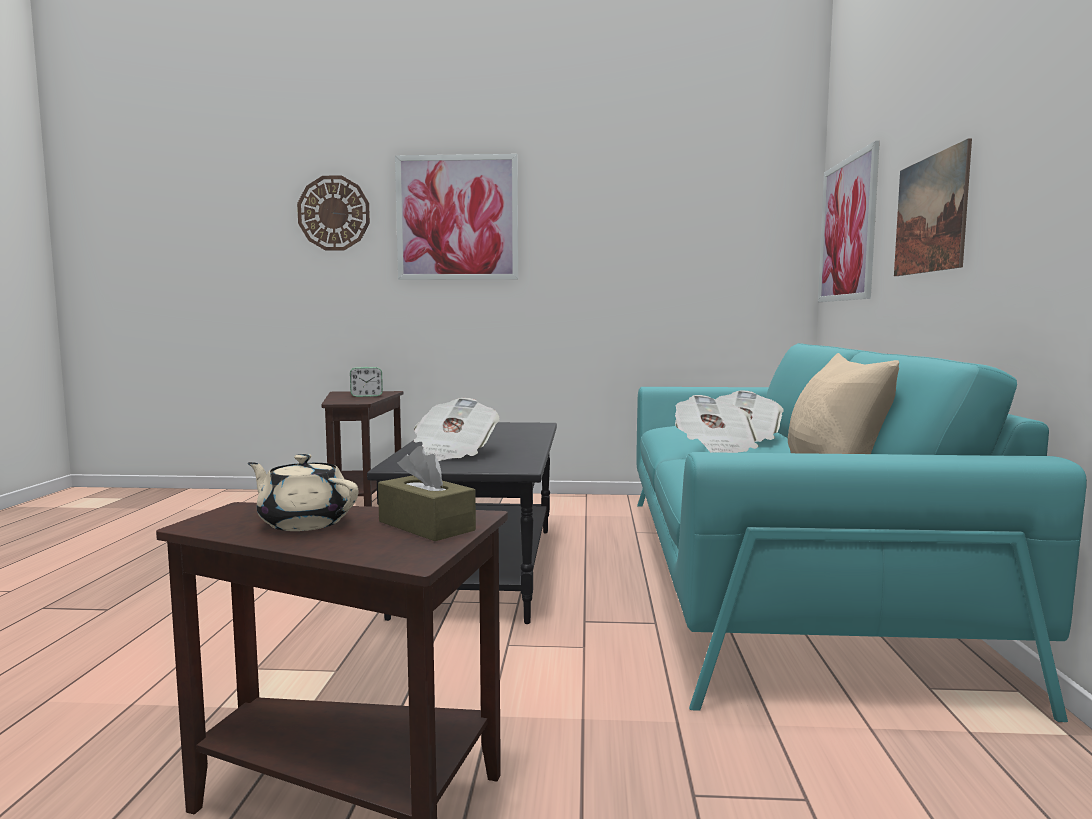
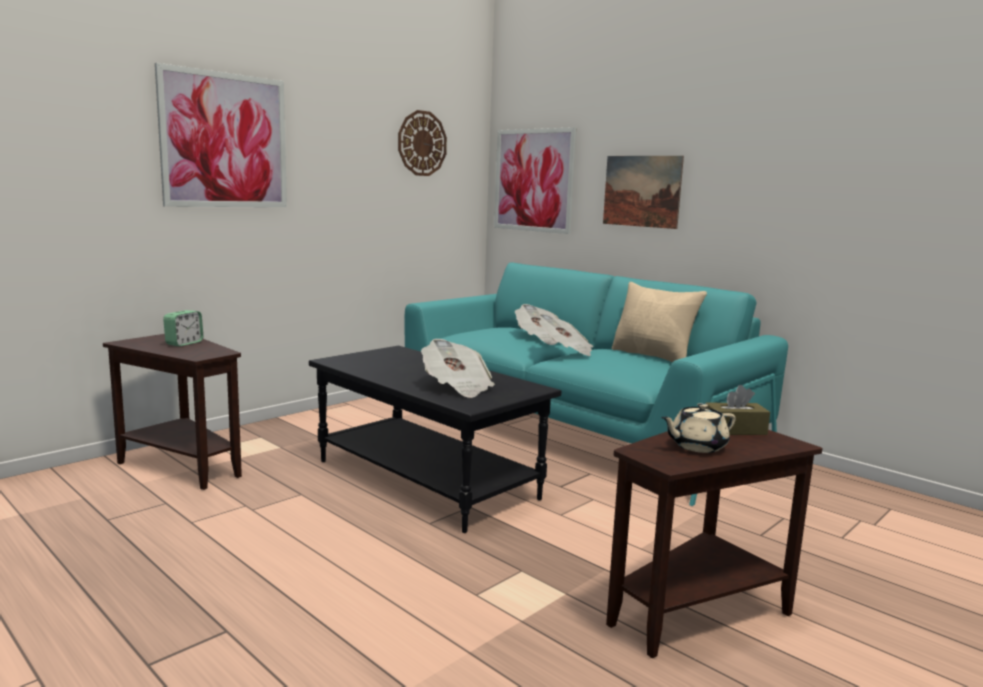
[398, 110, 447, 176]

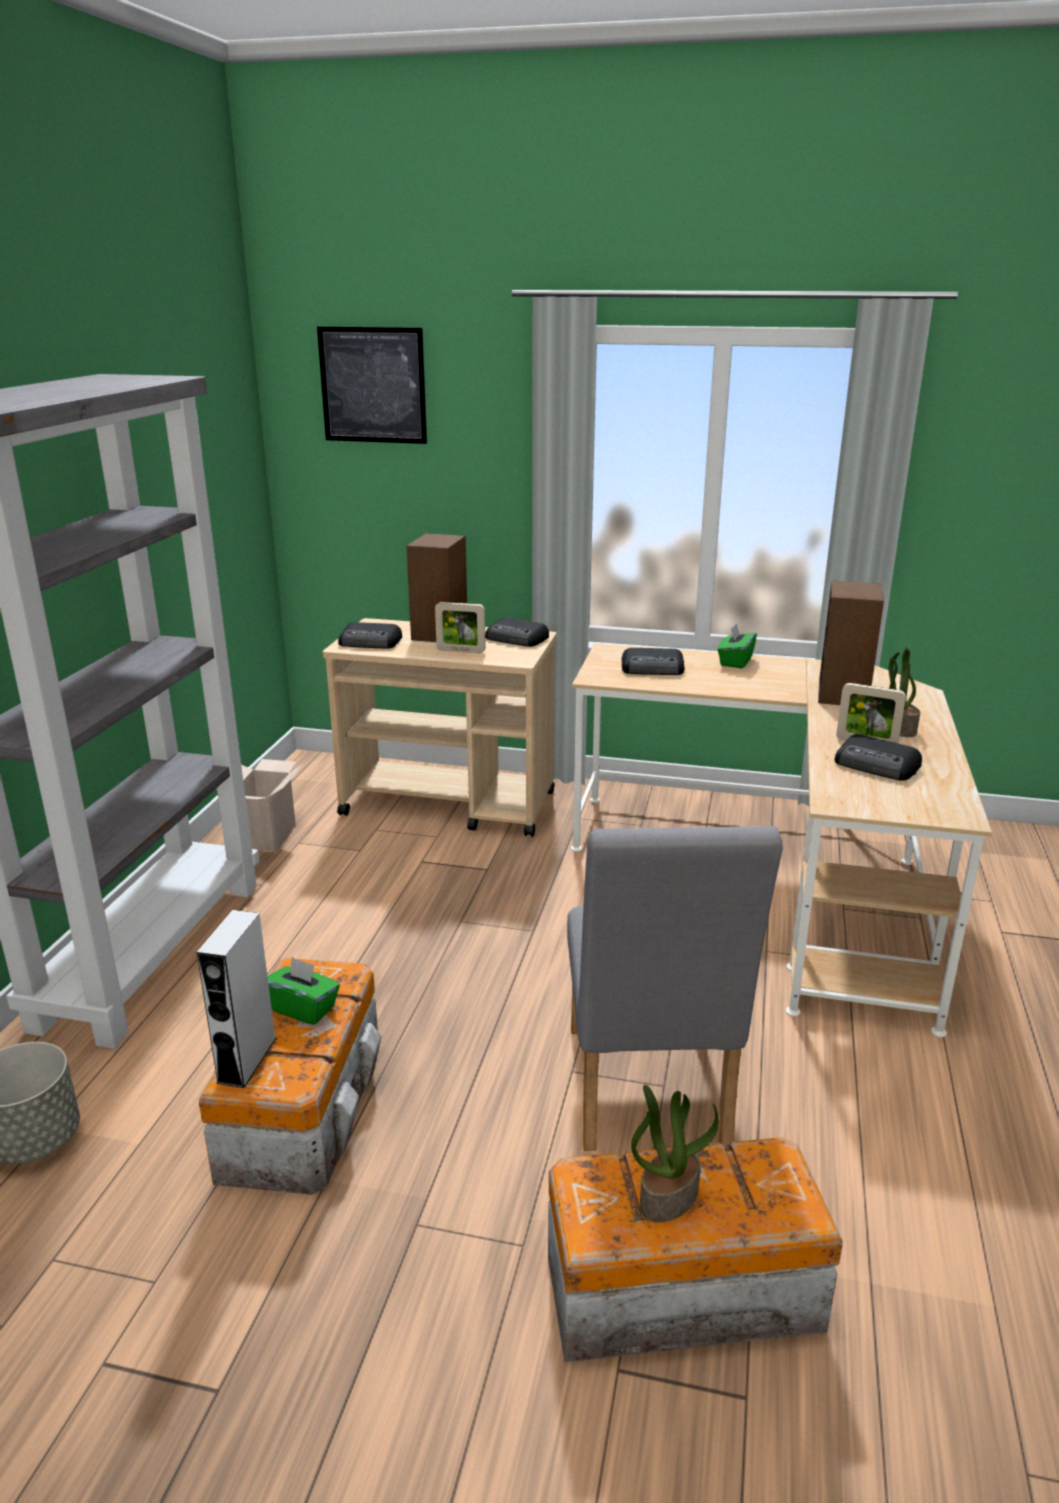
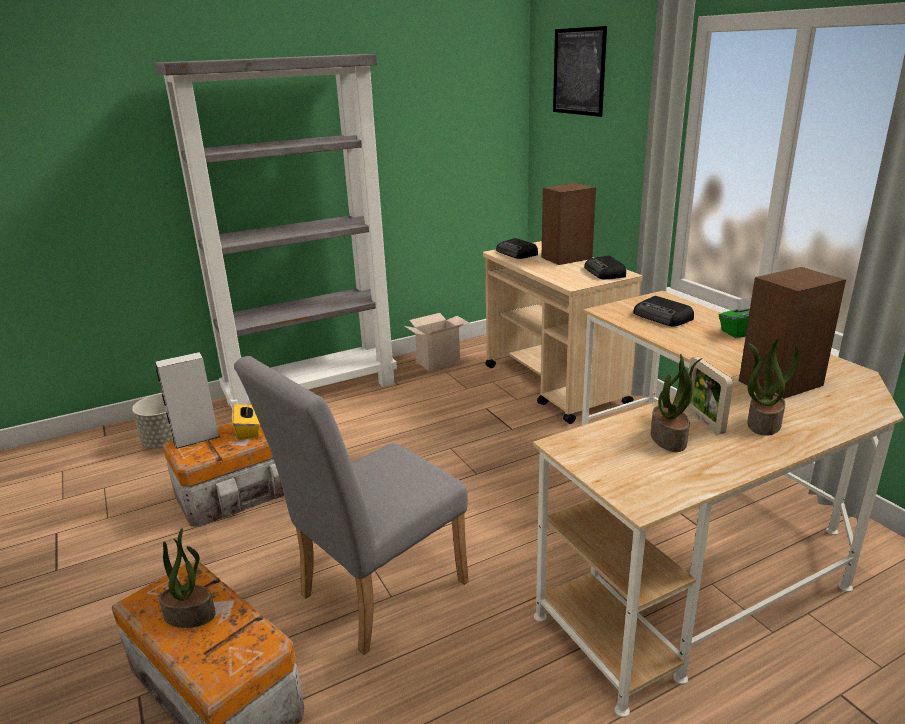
[232, 402, 260, 440]
[435, 602, 485, 653] (first image)
[651, 354, 703, 452]

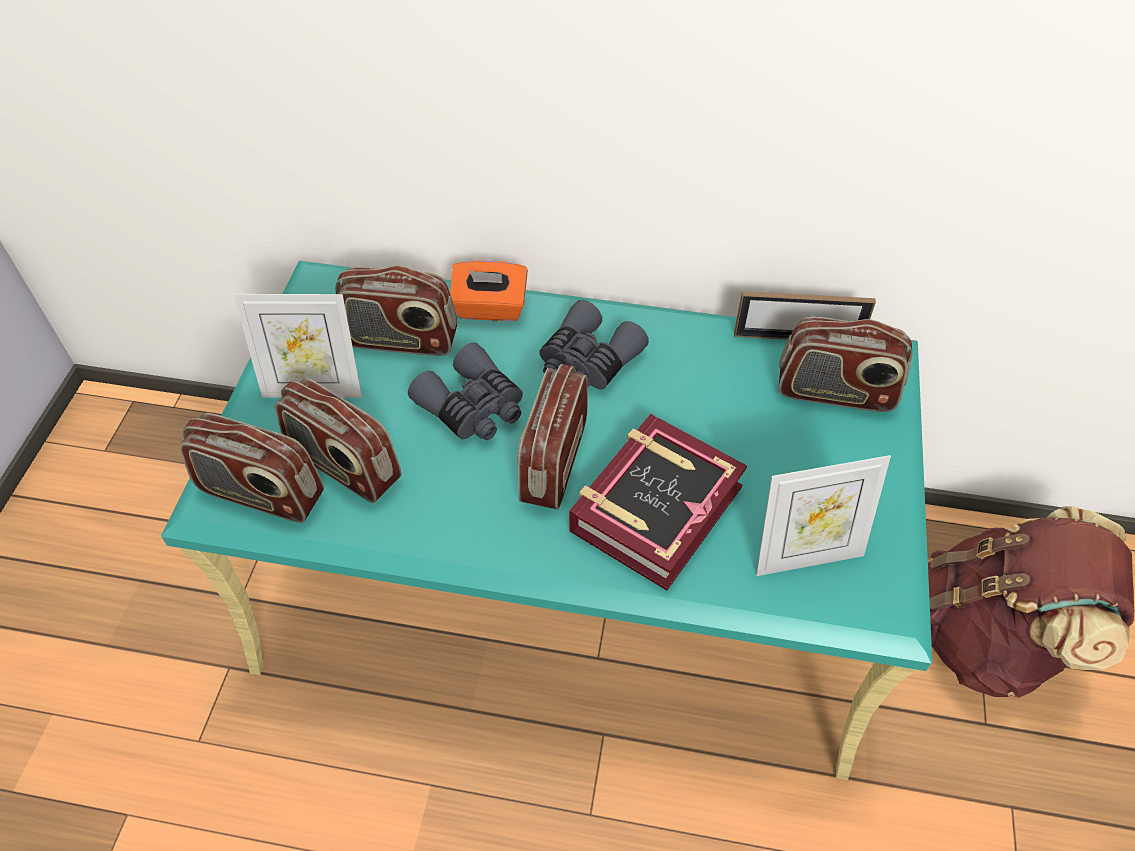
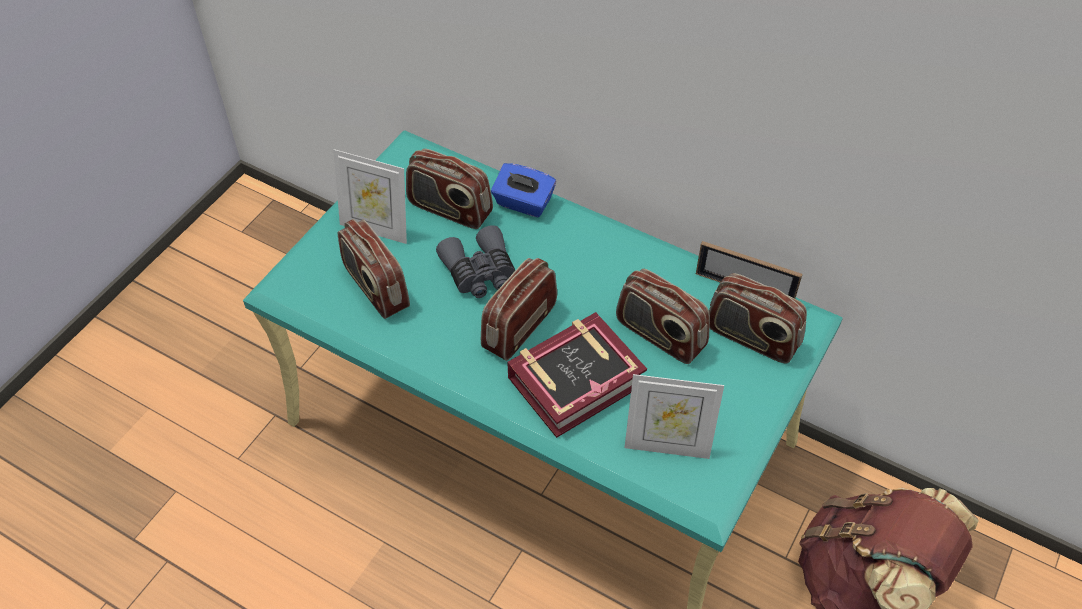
[616, 269, 710, 364]
[491, 163, 556, 217]
[539, 300, 649, 390] (first image)

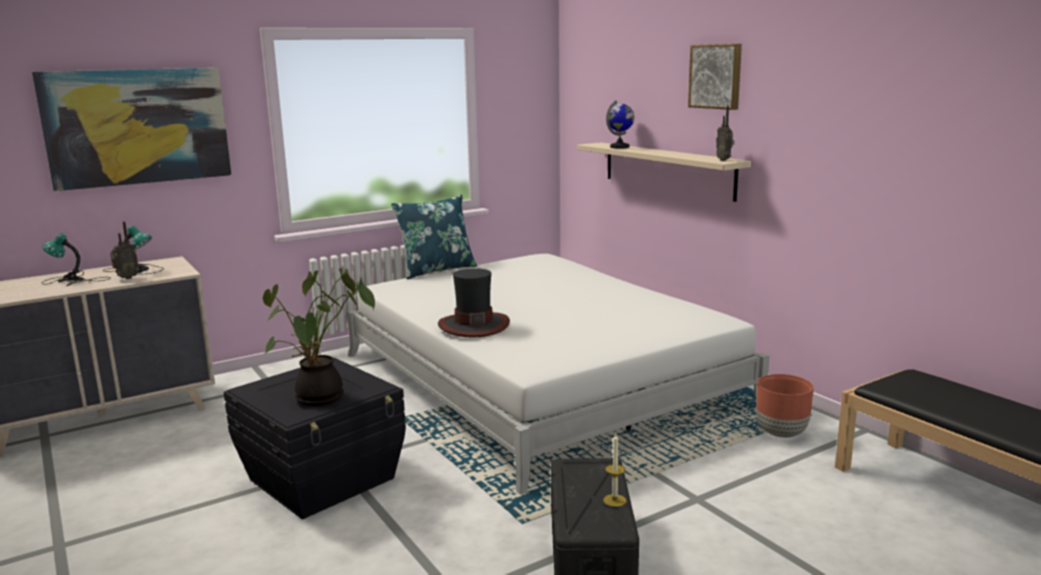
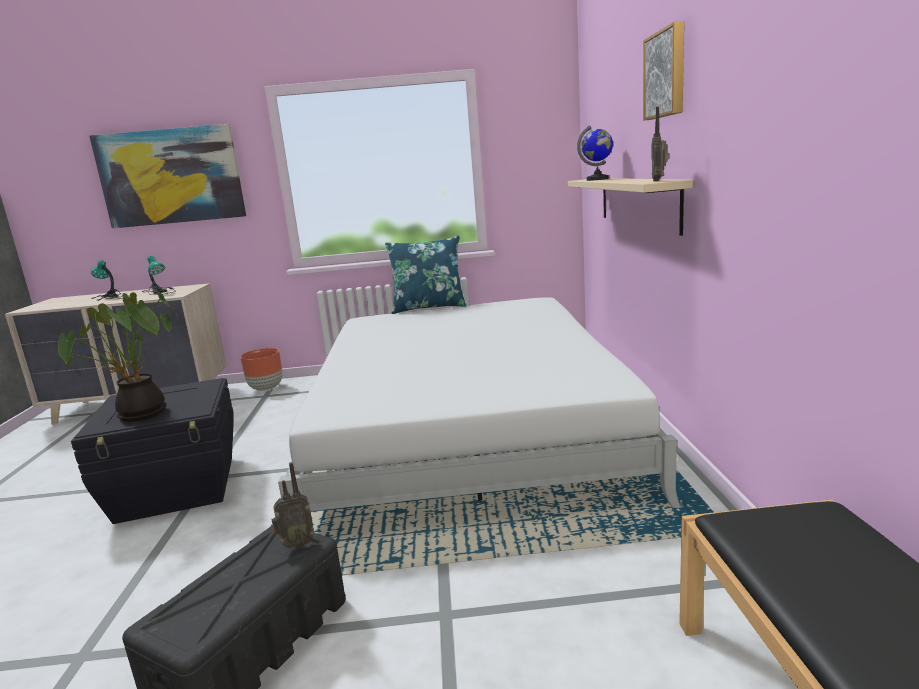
[271, 462, 314, 549]
[438, 268, 510, 337] (first image)
[603, 434, 626, 507] (first image)
[241, 348, 282, 391]

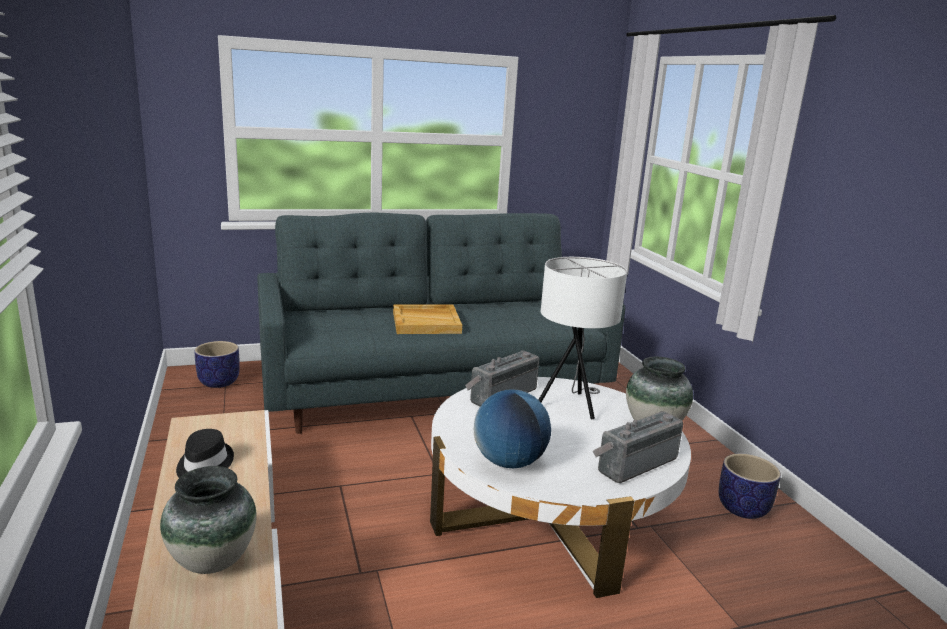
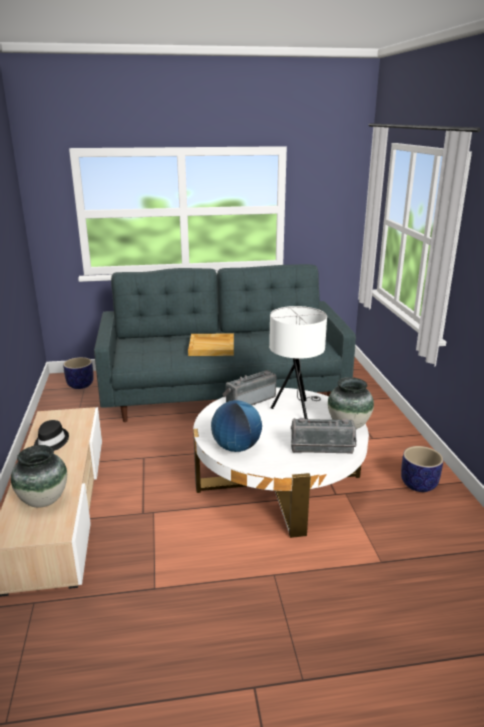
[291, 418, 357, 454]

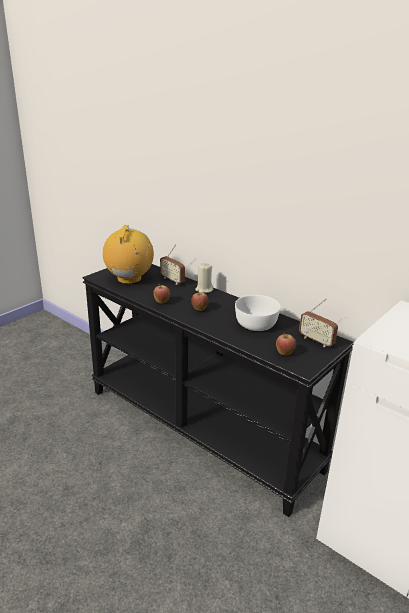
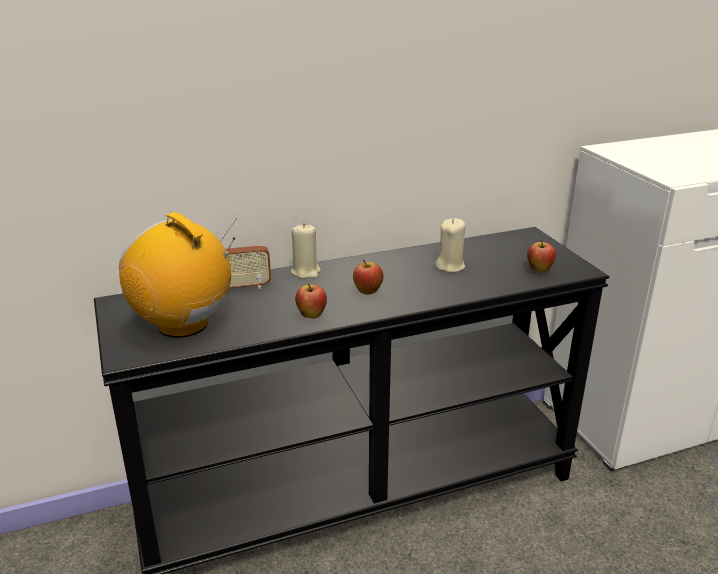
[434, 218, 466, 273]
[299, 299, 338, 347] (first image)

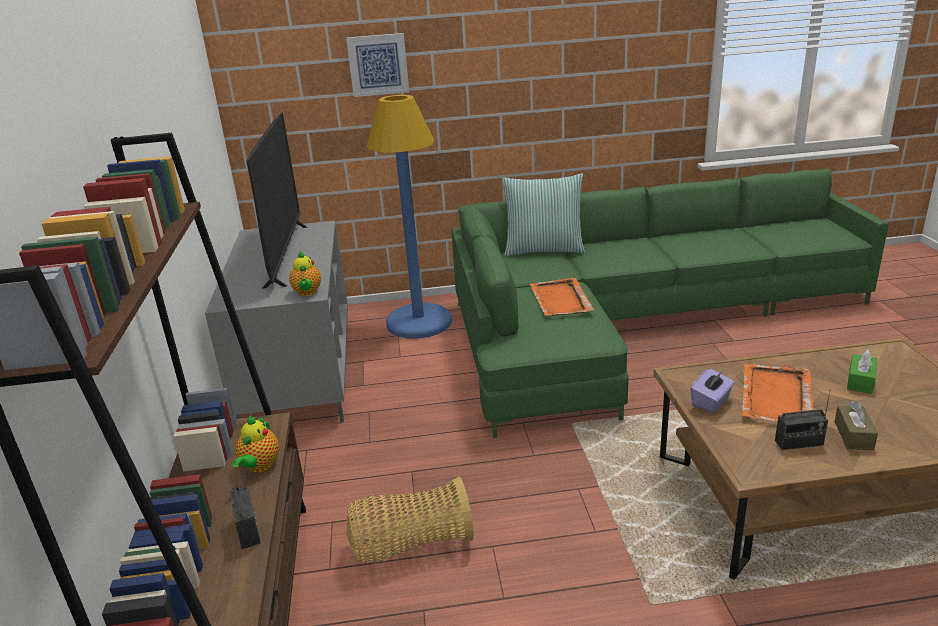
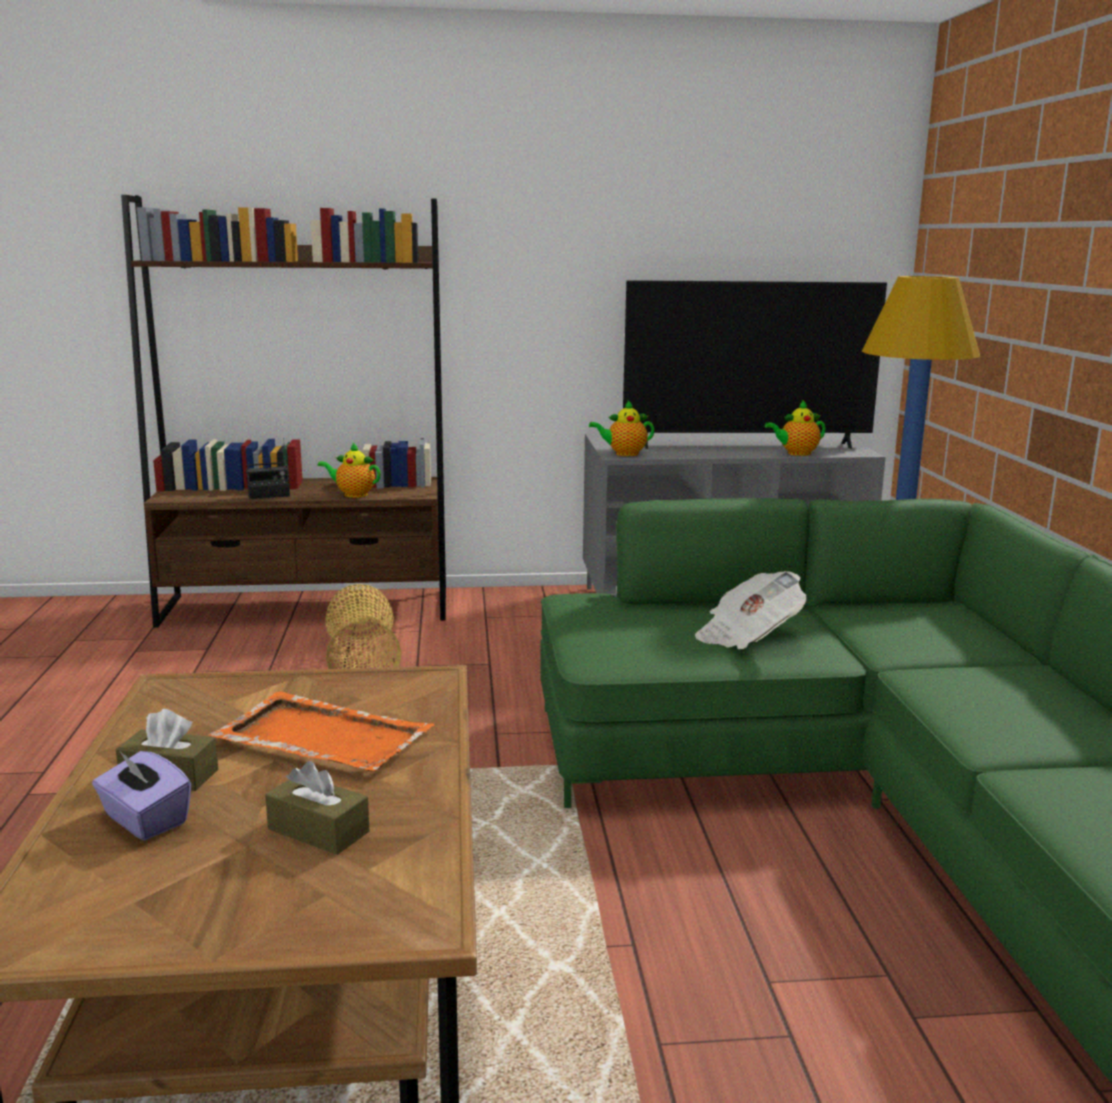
[346, 33, 409, 97] (first image)
[503, 173, 585, 256] (first image)
[695, 571, 807, 649]
[92, 750, 191, 840]
[775, 392, 830, 450] (first image)
[265, 761, 370, 855]
[765, 400, 826, 456]

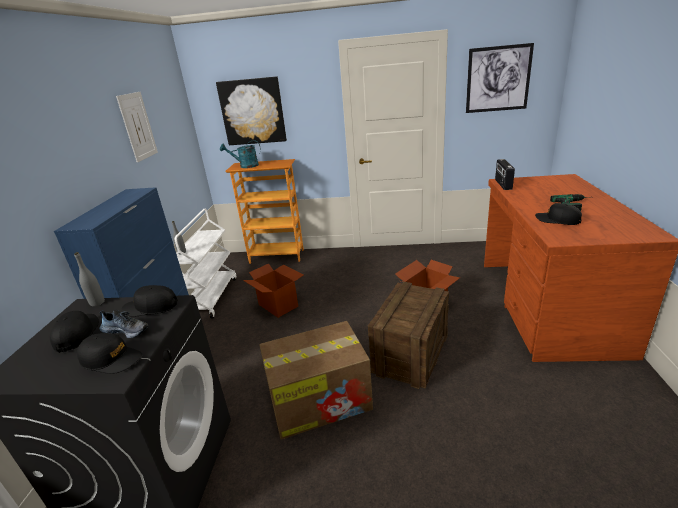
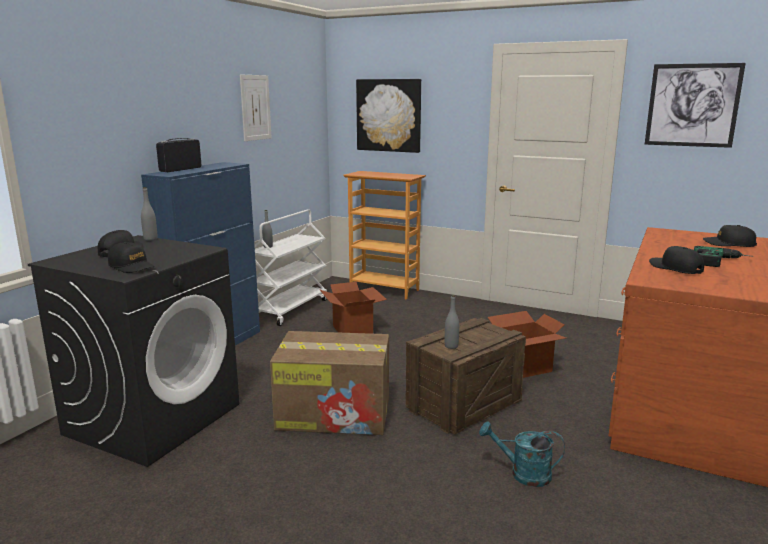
[100, 310, 149, 338] (first image)
[703, 225, 757, 247]
[479, 421, 565, 487]
[156, 138, 201, 172]
[445, 295, 459, 349]

